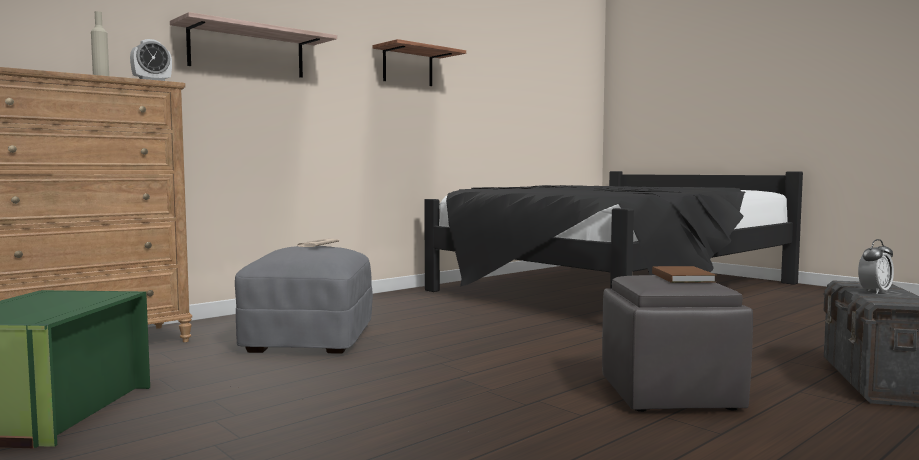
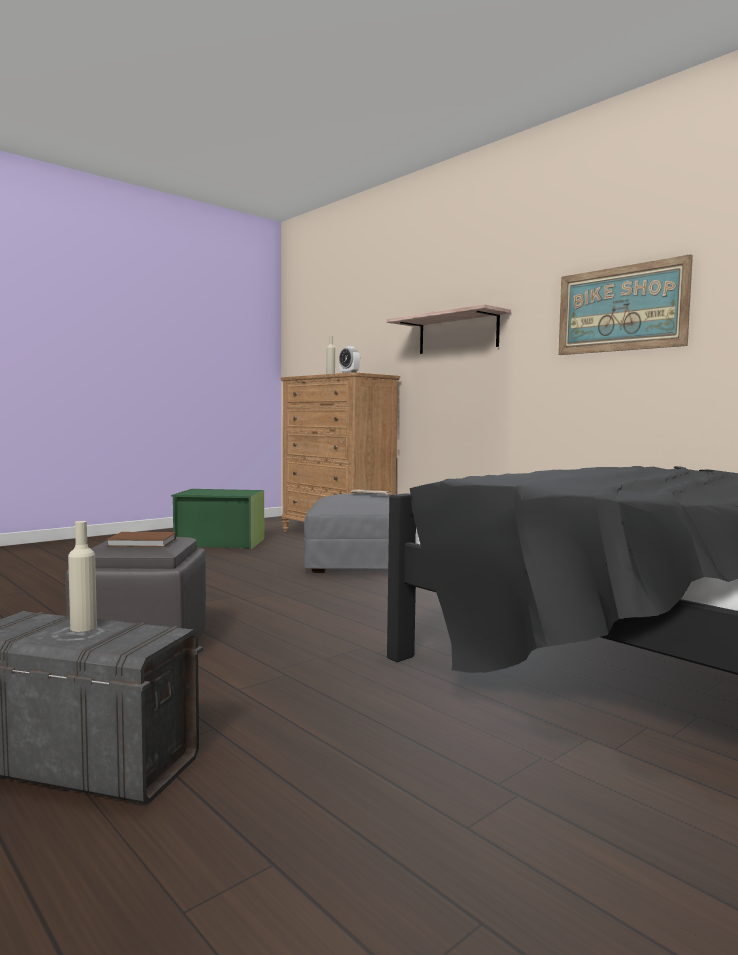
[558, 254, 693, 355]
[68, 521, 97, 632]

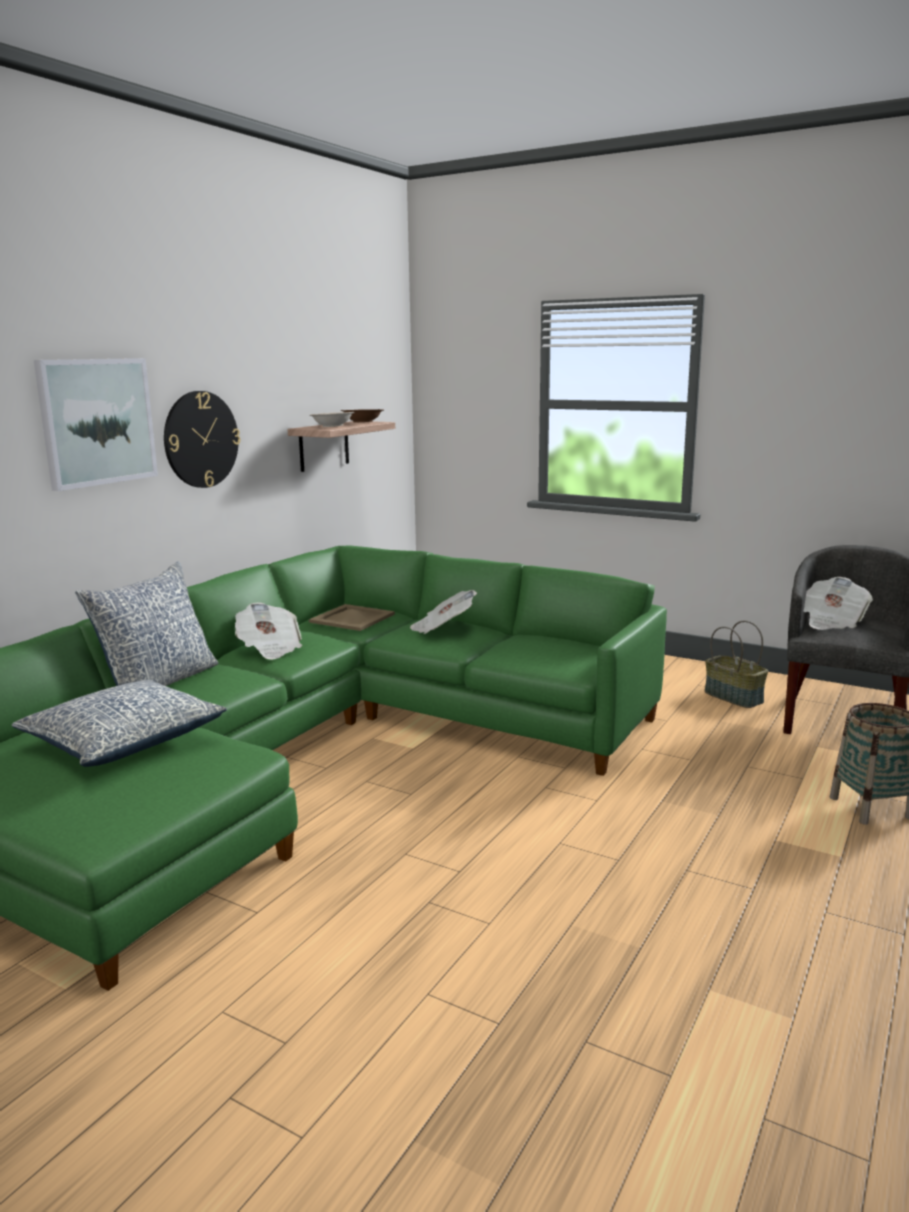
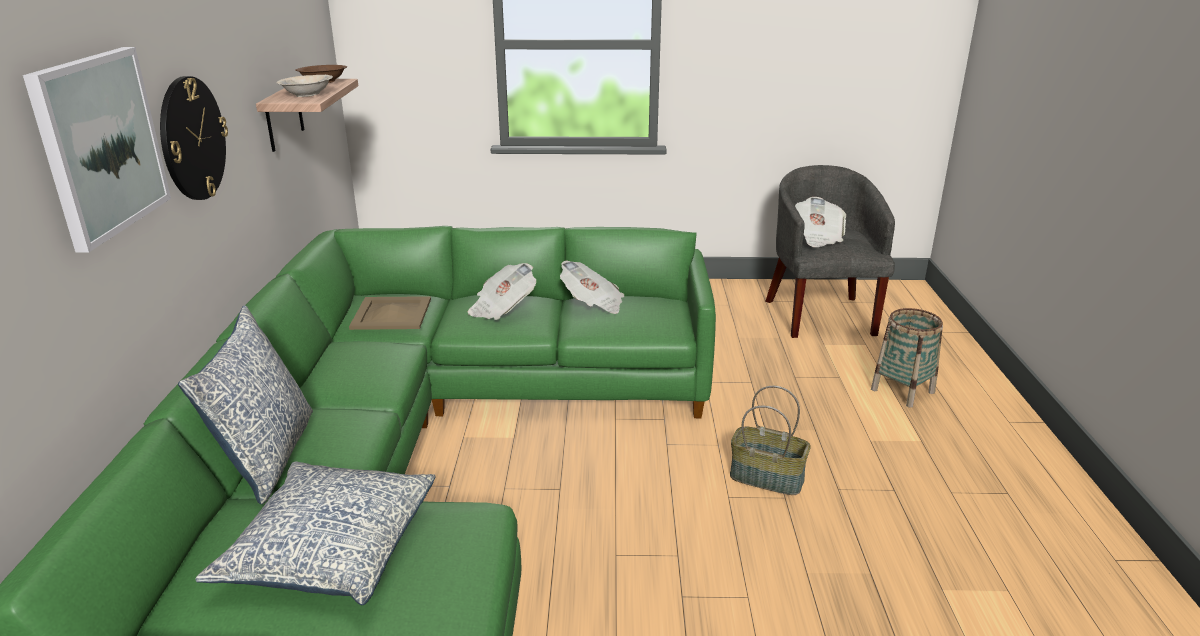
[560, 261, 624, 314]
[730, 386, 811, 495]

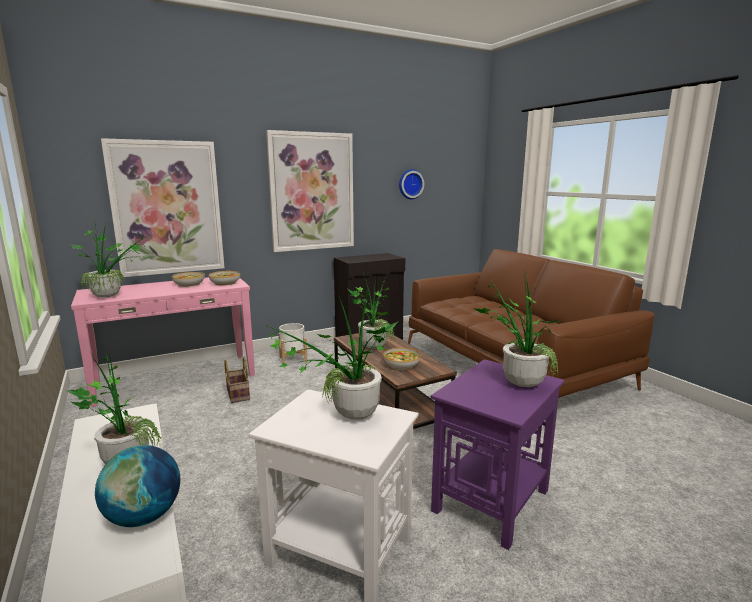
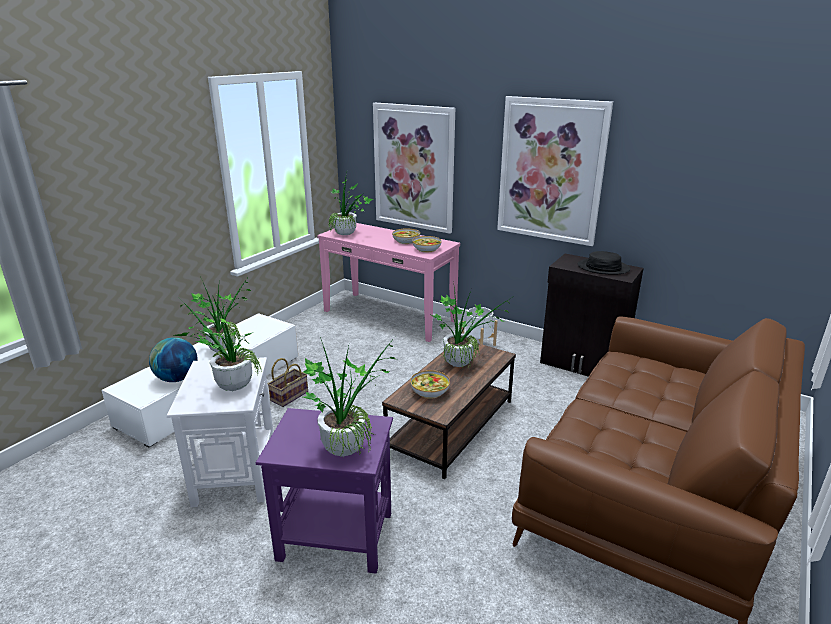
[268, 358, 308, 407]
[399, 169, 424, 199] (first image)
[578, 251, 631, 275]

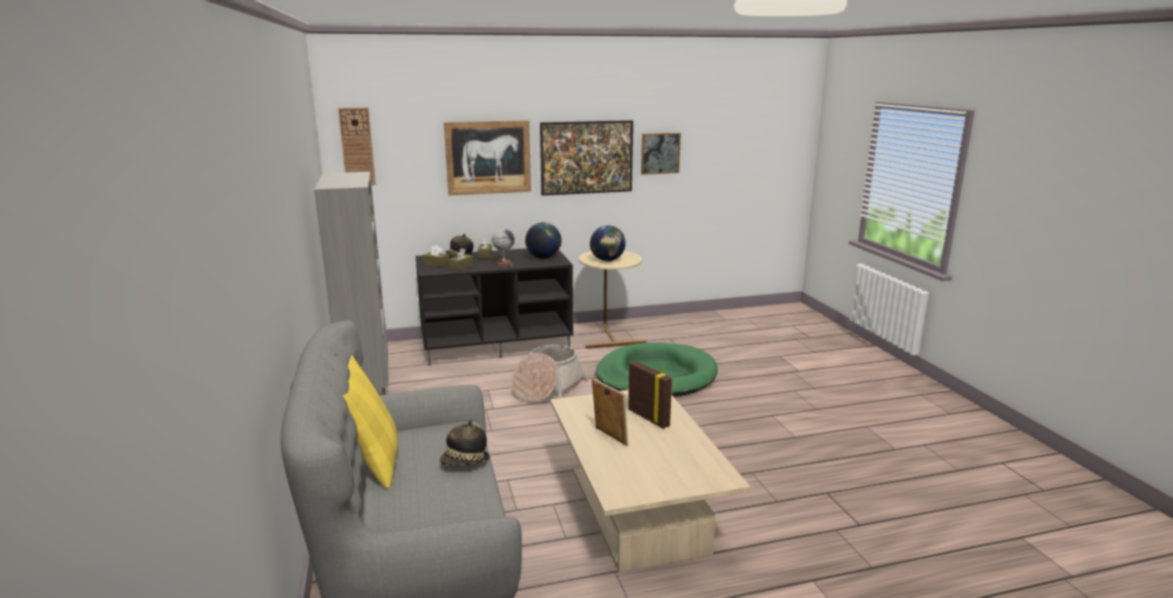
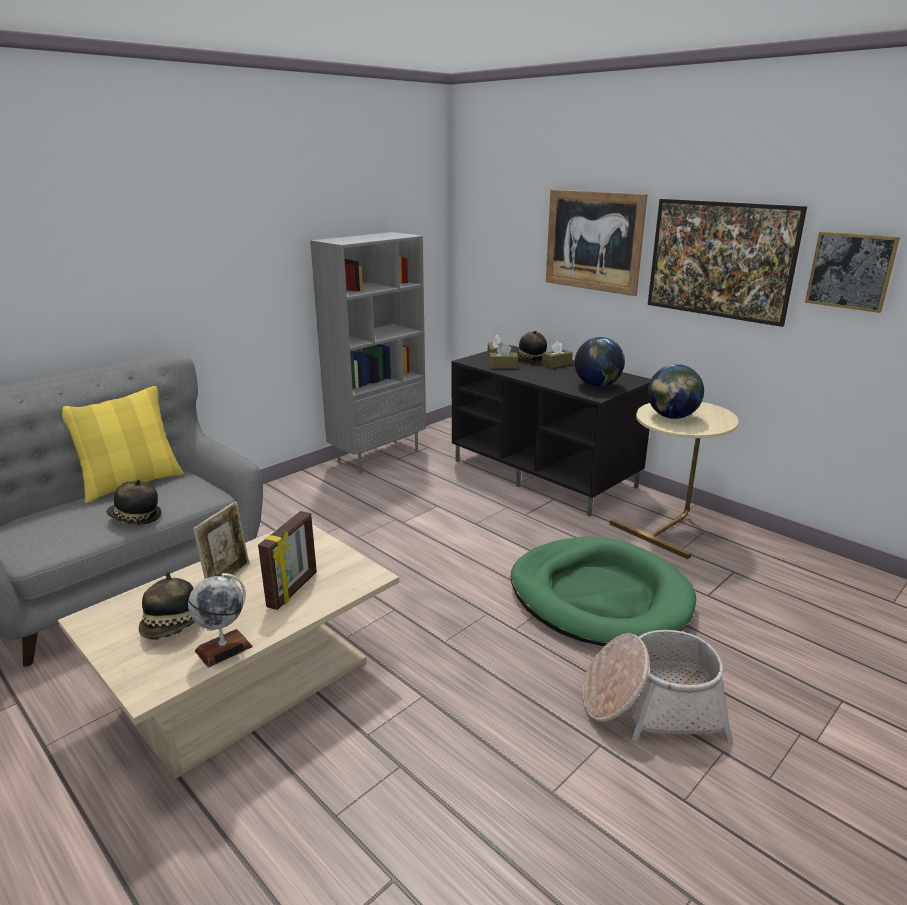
[338, 107, 376, 185] (first image)
[188, 573, 253, 668]
[582, 630, 733, 743]
[138, 572, 195, 640]

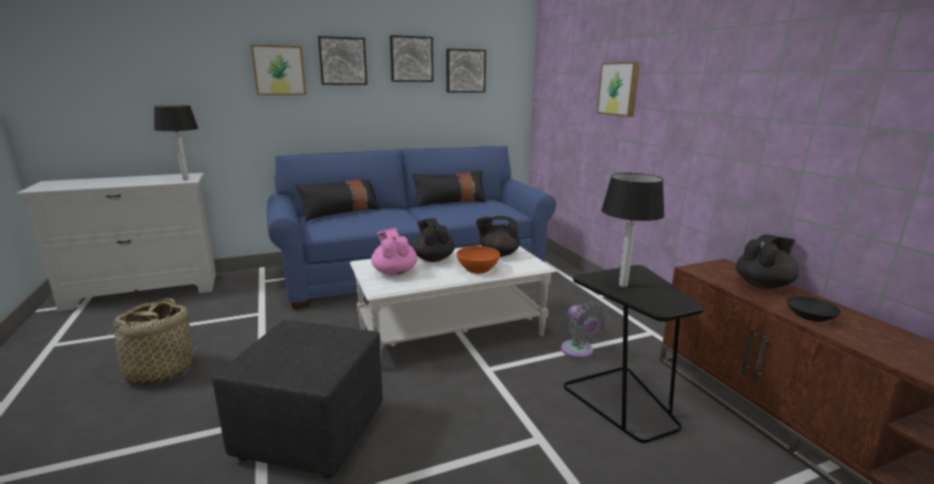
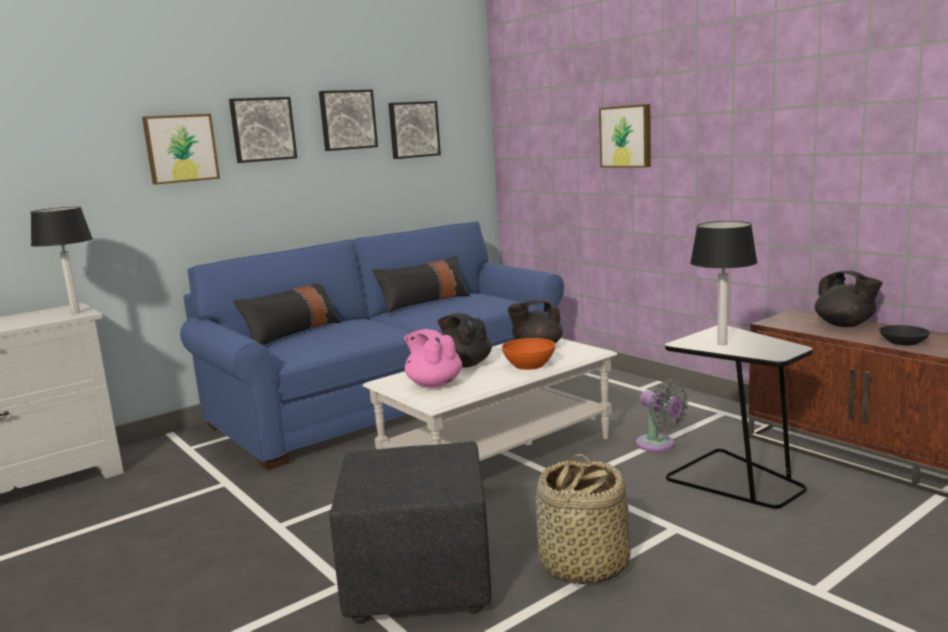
[535, 454, 631, 584]
[815, 270, 883, 327]

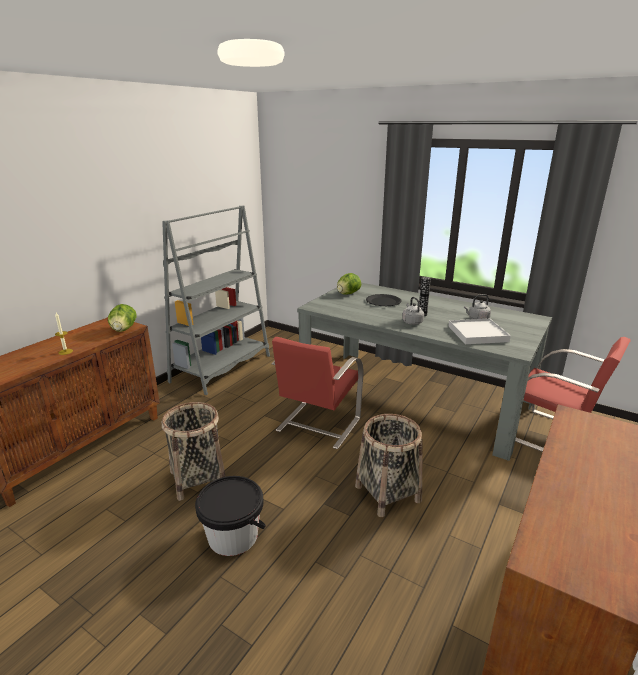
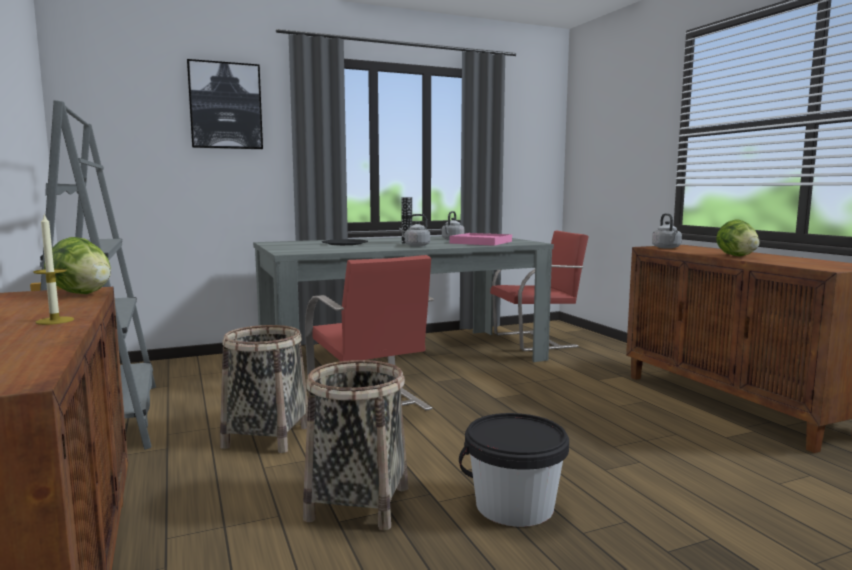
[716, 219, 760, 256]
[220, 325, 308, 453]
[450, 233, 512, 246]
[187, 59, 263, 149]
[652, 213, 682, 249]

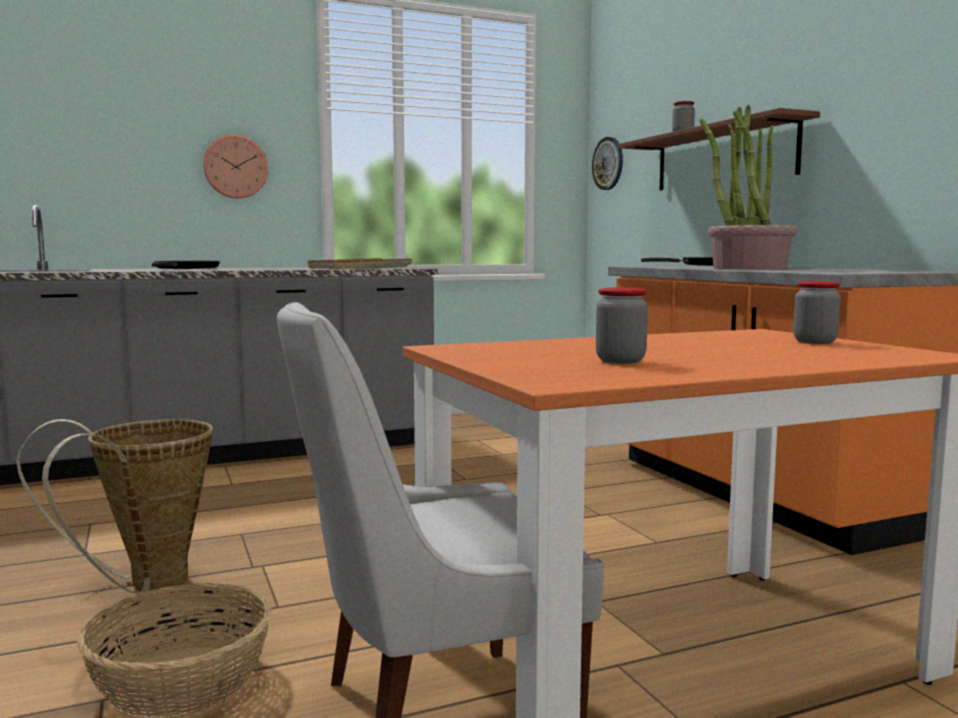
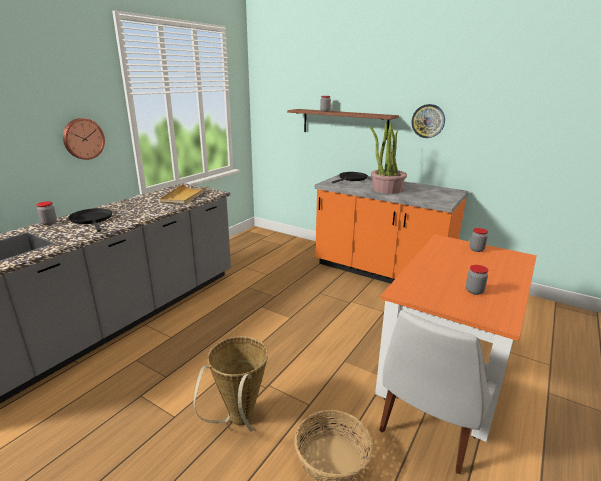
[411, 104, 445, 138]
[36, 202, 57, 225]

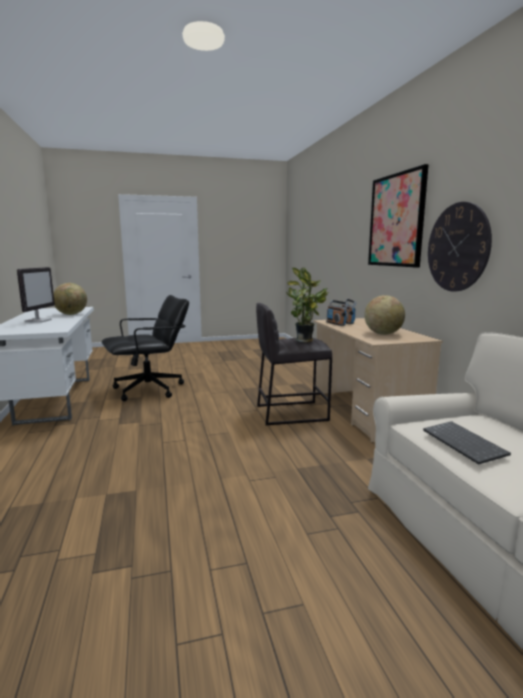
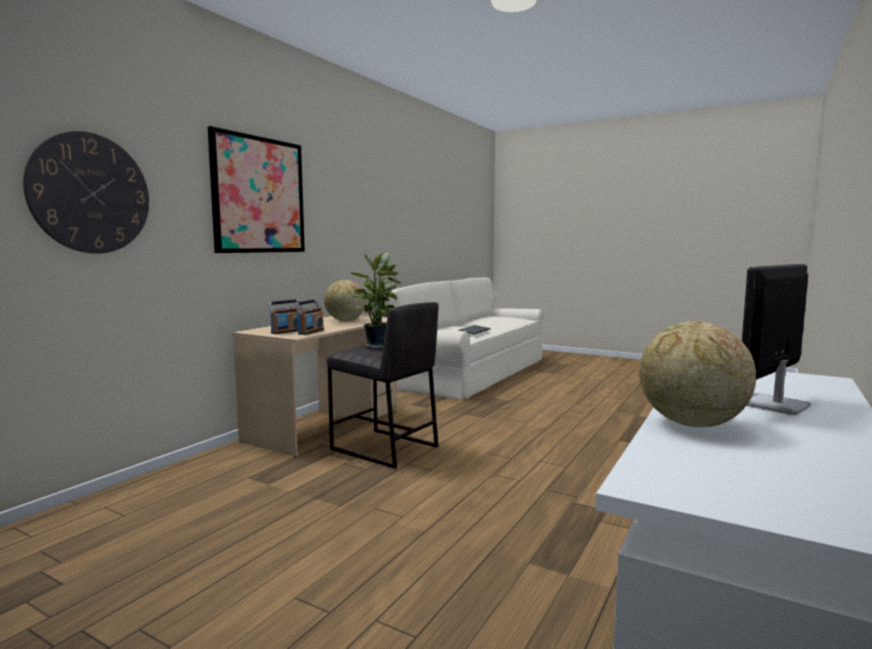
[102, 295, 189, 401] (first image)
[23, 131, 149, 253]

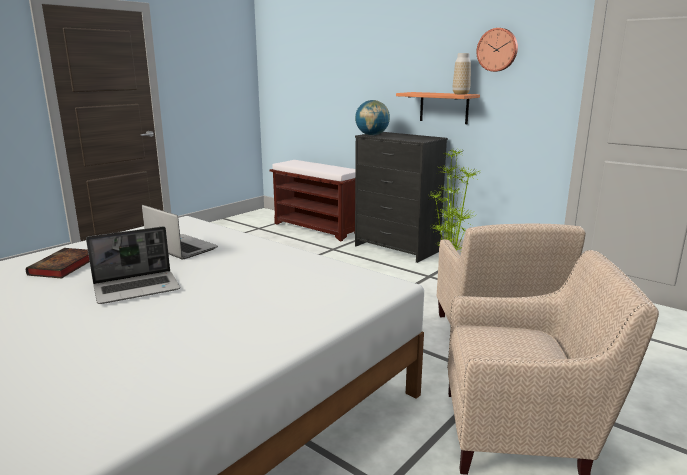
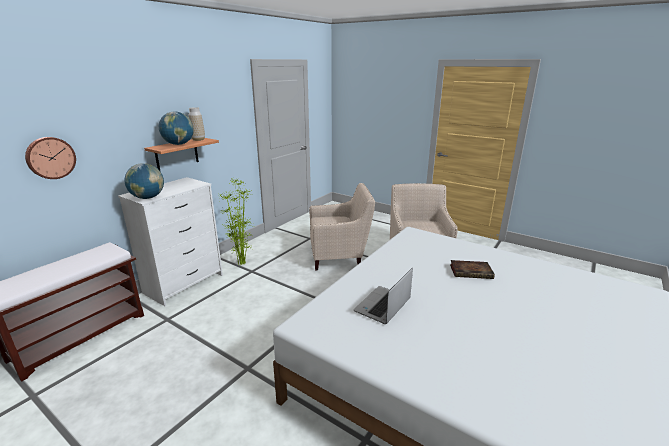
[450, 260, 495, 279]
[86, 226, 180, 304] (first image)
[118, 177, 223, 306]
[25, 137, 76, 179]
[159, 112, 194, 145]

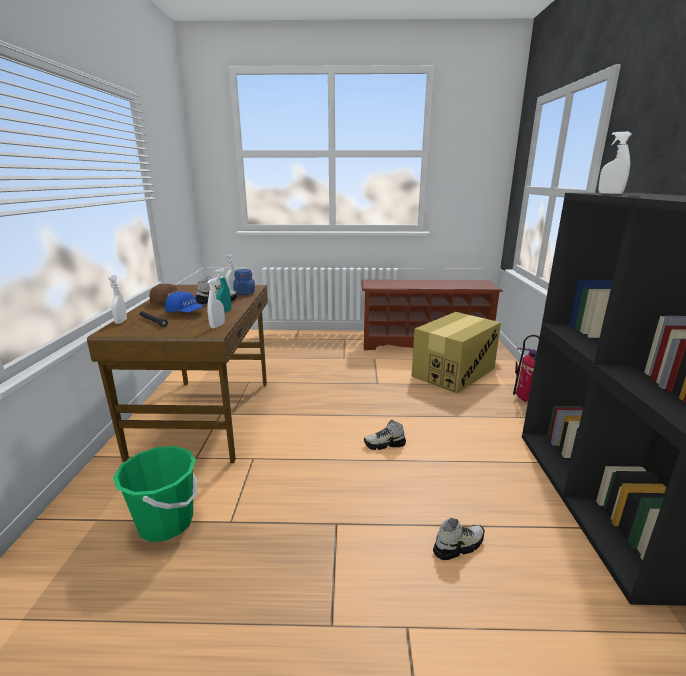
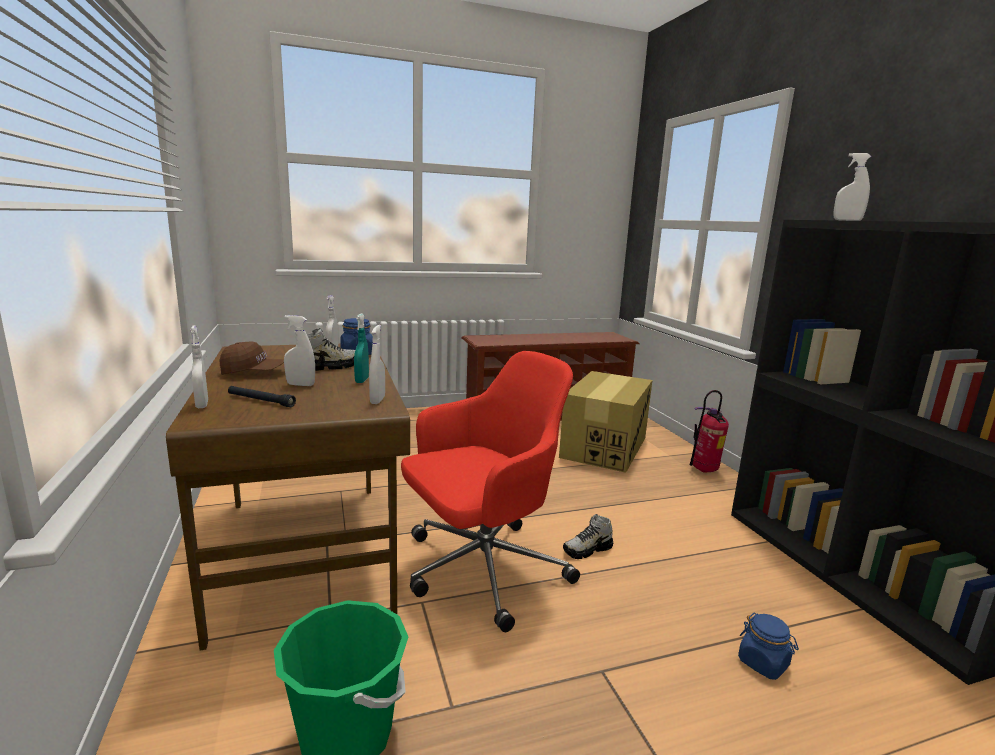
[284, 315, 315, 386]
[738, 613, 799, 680]
[401, 351, 580, 632]

